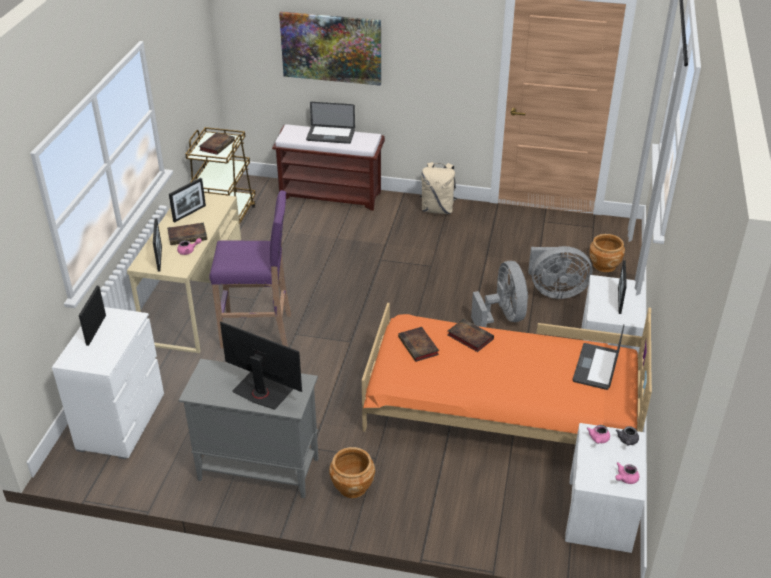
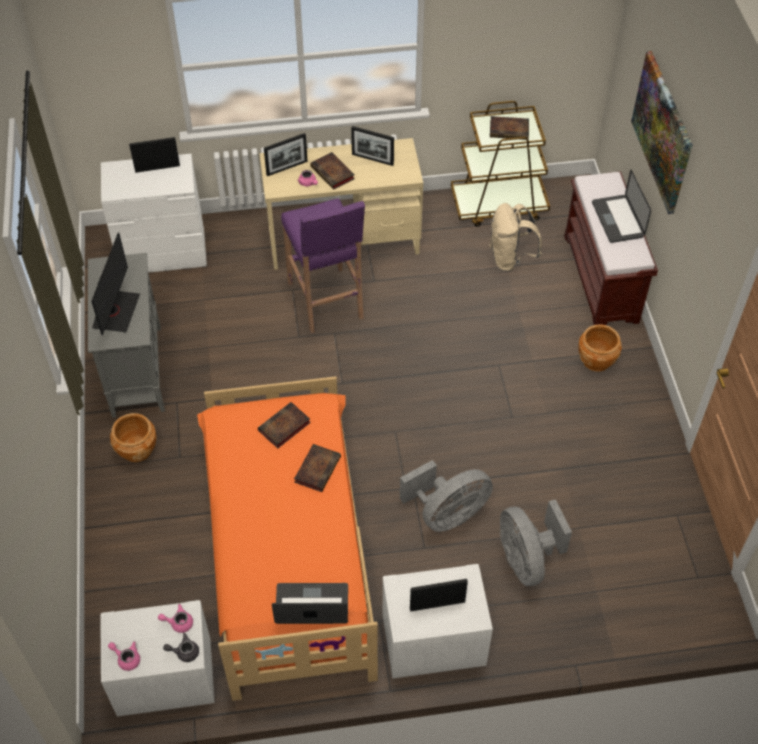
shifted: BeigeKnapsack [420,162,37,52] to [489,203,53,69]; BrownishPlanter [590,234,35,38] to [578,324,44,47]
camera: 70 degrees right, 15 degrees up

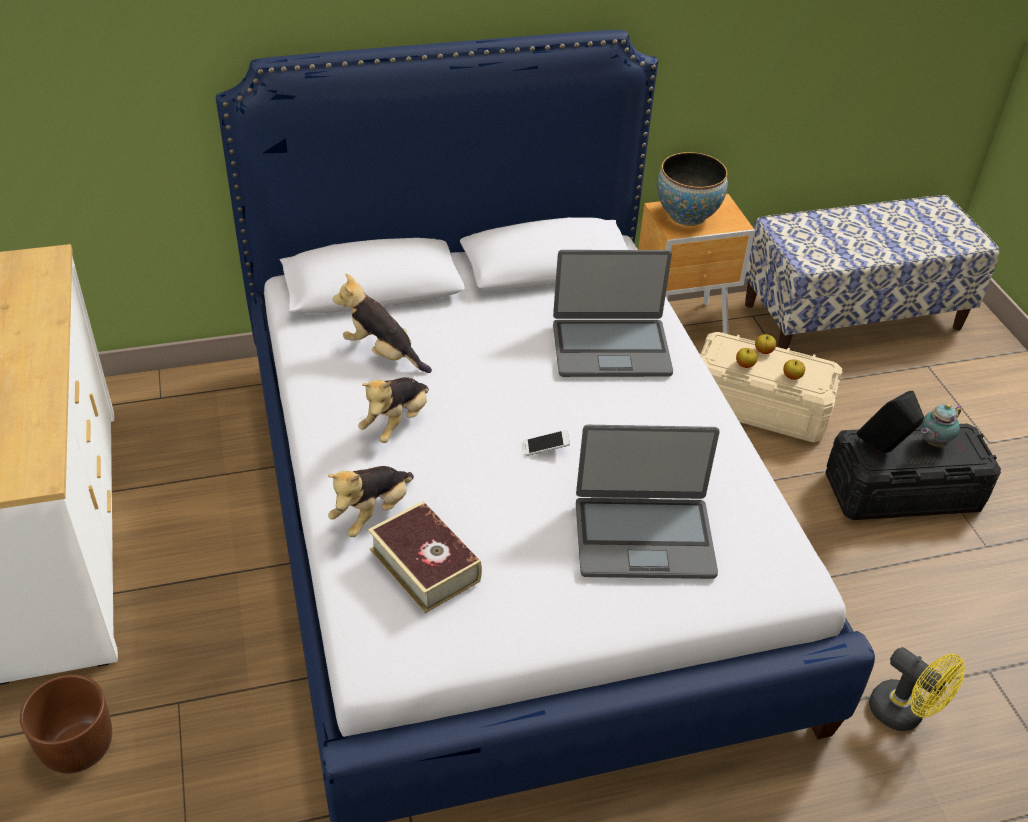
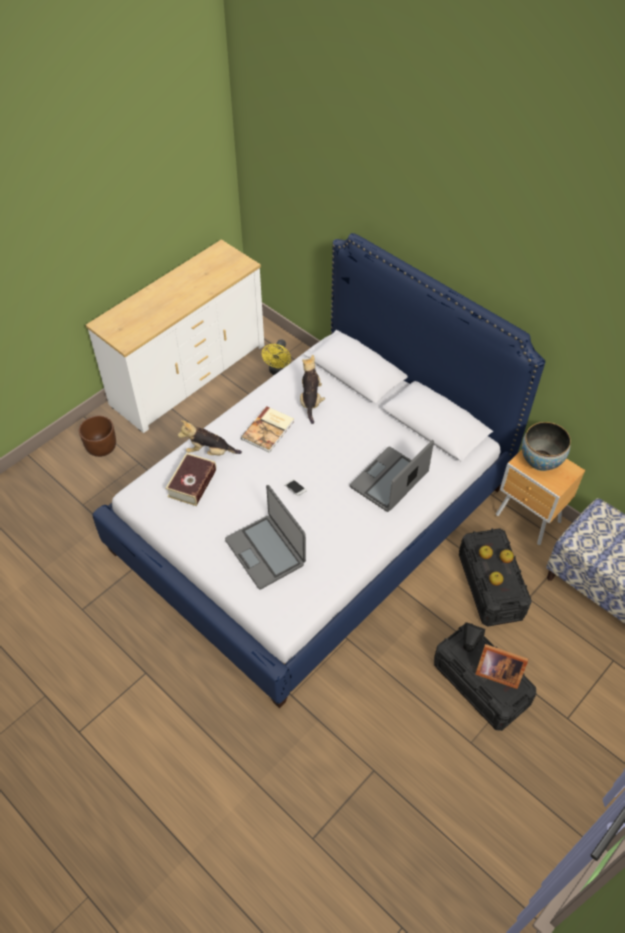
shifted: YellowishFan [869,647,96,84] to [262,339,29,36]
swapped: CuddlyToy [358,377,71,66] to Book [241,406,53,47]; PotForTea [921,404,41,43] to PictureFrame [475,644,53,45]
repainted: BeigeStorageBin [700,332,142,110] to BlackColouredStorageBin [459,528,73,99]
rotated: Laptop [553,250,120,127] = [350,440,84,72] 75 degrees clockwise
camera: 60 degrees right, 10 degrees up

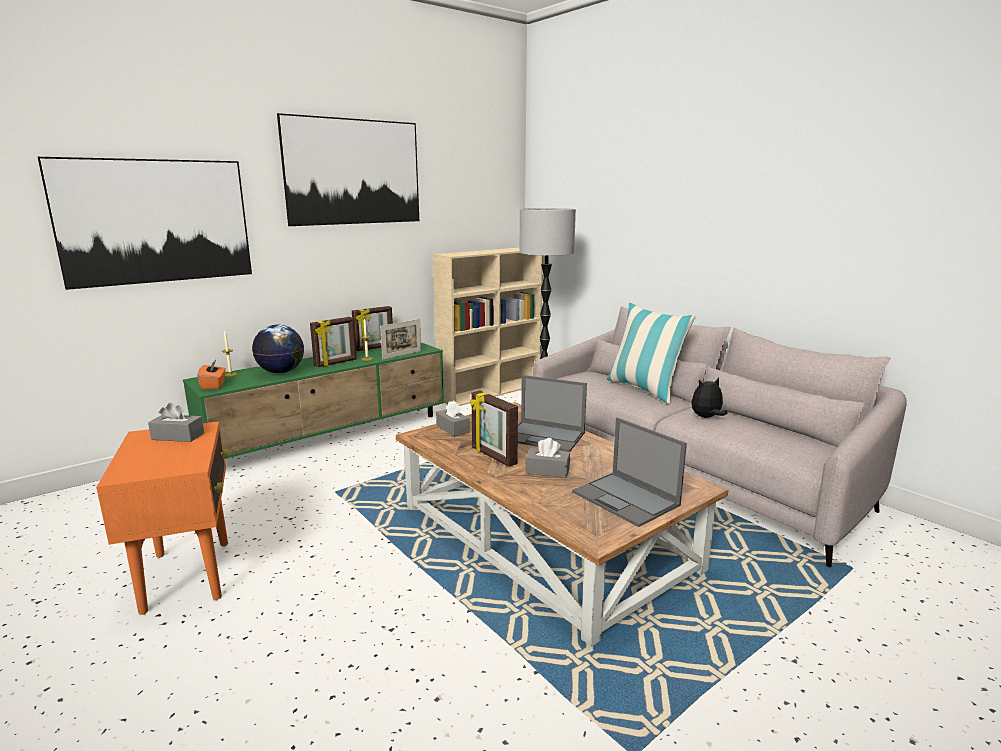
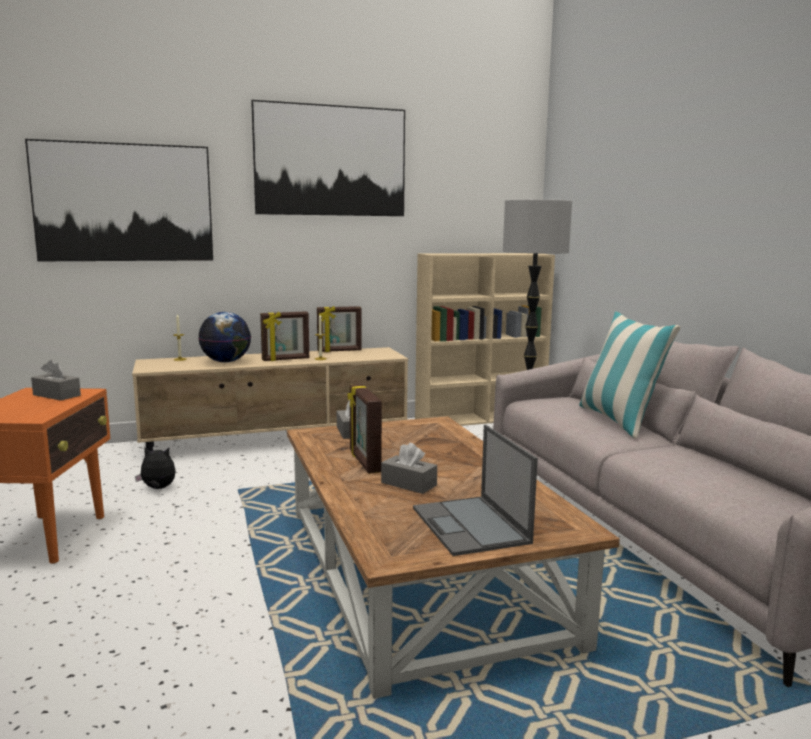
gone: OrangeColouredTissueHolder [197,360,29,30]; PictureFrame [380,319,41,41]; Laptop [518,375,69,77]
shifted: CuddlyToy [691,378,36,40] to [135,447,41,42]
repainted: GreenColouredTvUnit [183,343,261,116] to BeigeTvUnit [132,347,276,105]
camera: 20 degrees right, 5 degrees down

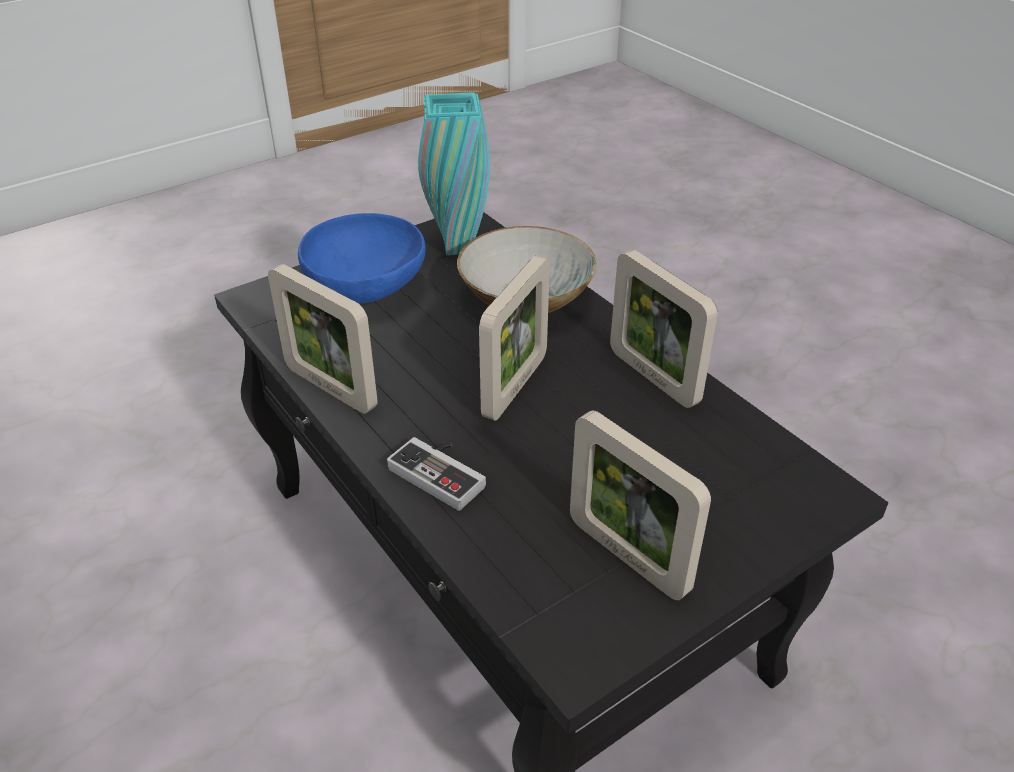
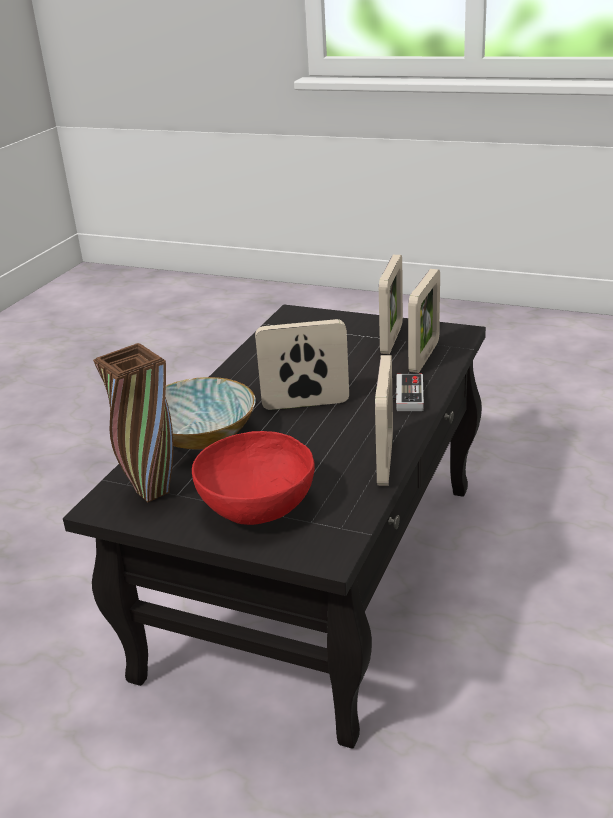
shifted: PictureFrame [610,250,107,158] to [408,269,32,104]
repainted: BlueGreenDecorativeVase [418,92,72,163] to BrownishDecorativeVase [93,343,80,159]; BluishBowl [298,213,128,91] to ReddishBowl [192,431,123,94]
camera: 120 degrees left, 10 degrees down

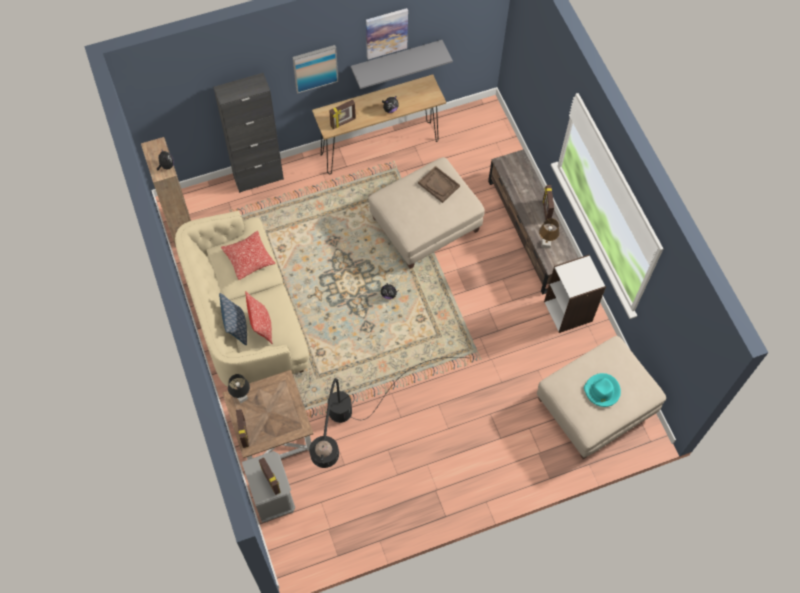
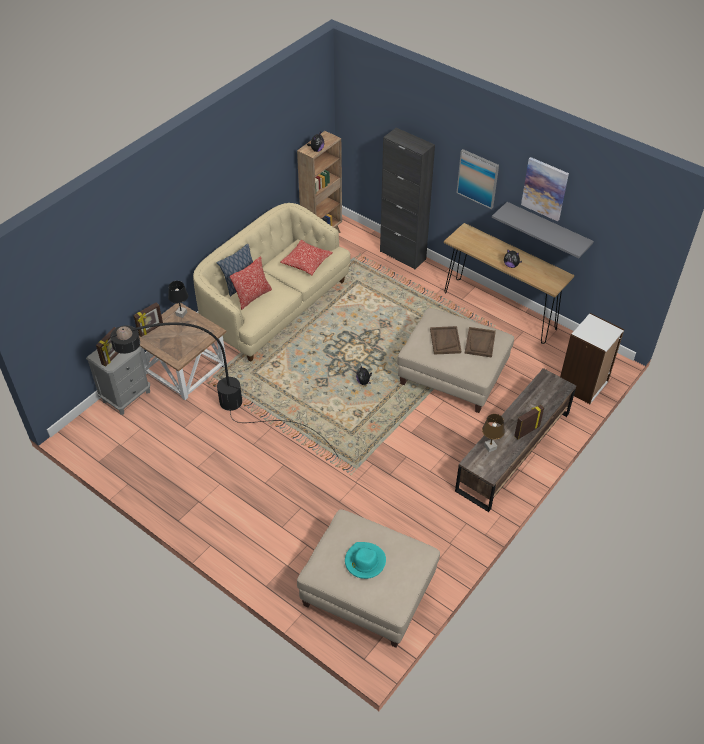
gone: PictureFrame [329,100,27,29]
new: BrownishTray [430,326,31,29]
shifted: WhitishBookshelf [544,255,62,78] to [560,313,64,91]
camera: 60 degrees right, 15 degrees down

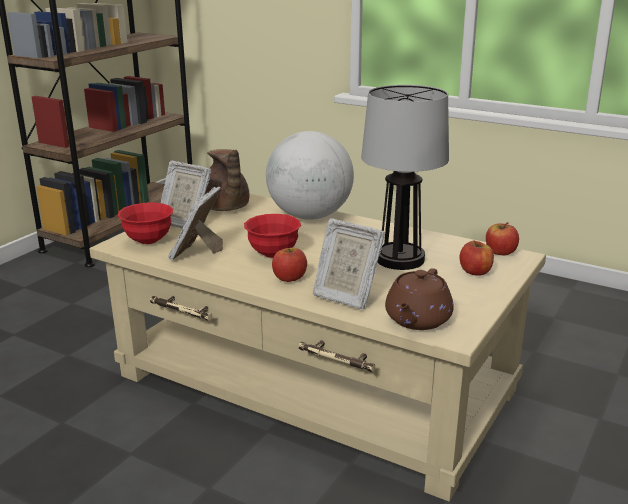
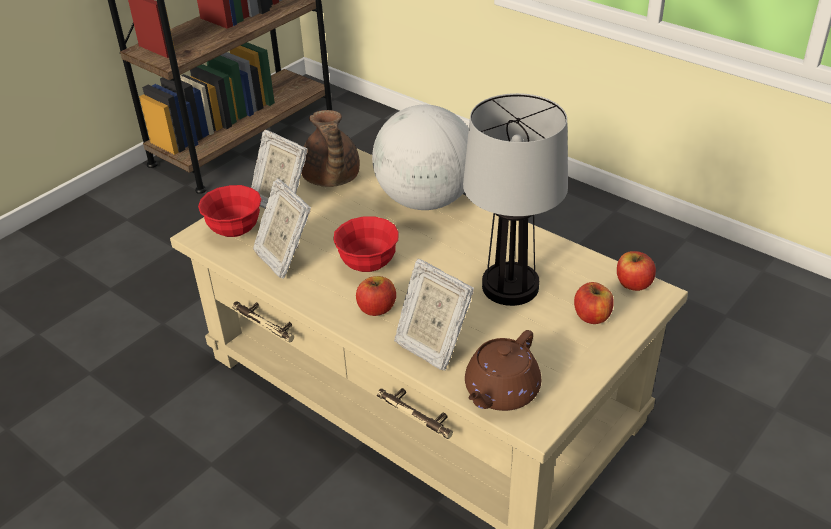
rotated: PictureFrame [168,187,55,74] = [253,178,58,101] 60 degrees counterclockwise
camera: 10 degrees right, 15 degrees up

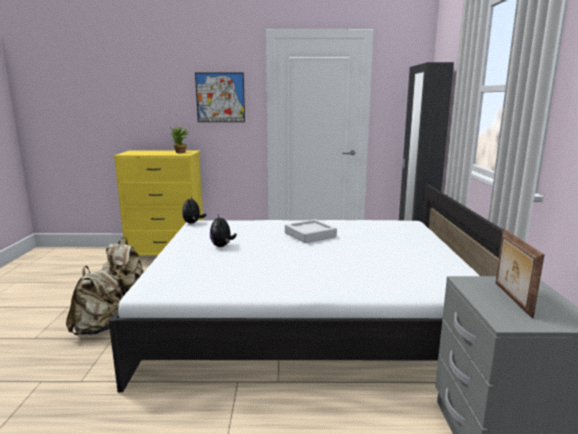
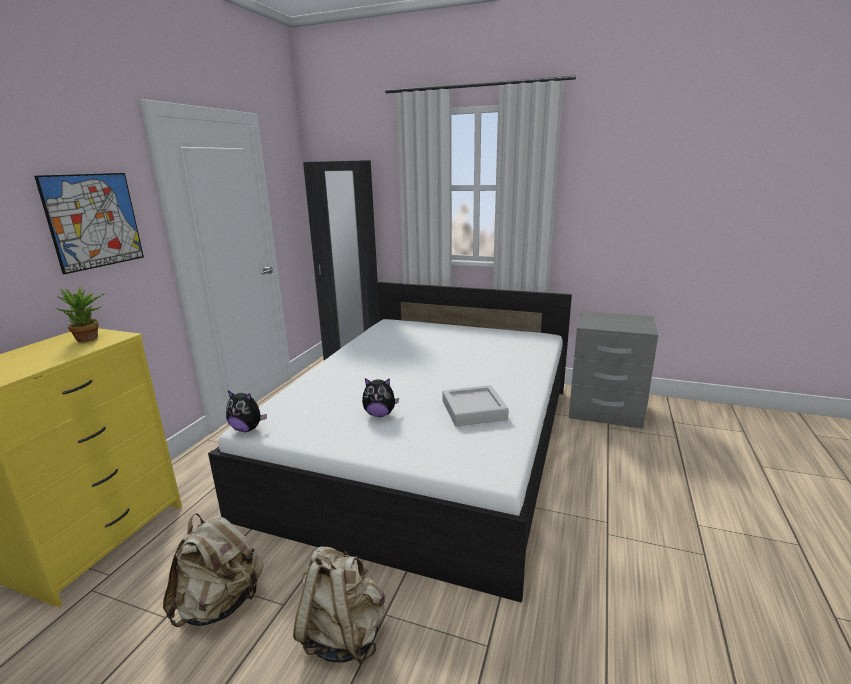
gone: PictureFrame [495,229,50,89]
shifted: GreyTray [285,219,52,24] to [442,385,67,41]
camera: 70 degrees left, 5 degrees up

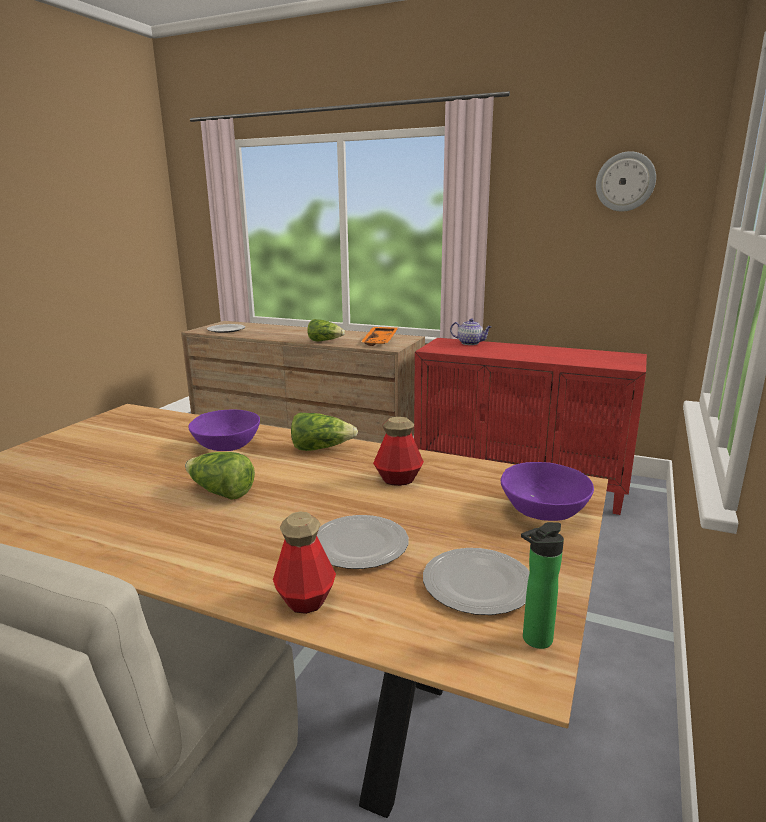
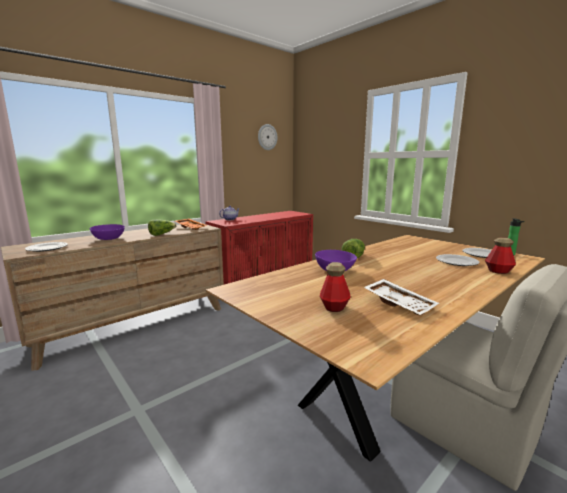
gone: LettuceHead [185,452,70,48]
new: WhitishTray [363,279,76,37]
shifted: PurpleColouredBowl [501,462,93,59] to [90,224,35,16]; Bottle [373,417,51,69] to [320,262,31,50]
camera: 65 degrees left, 5 degrees down

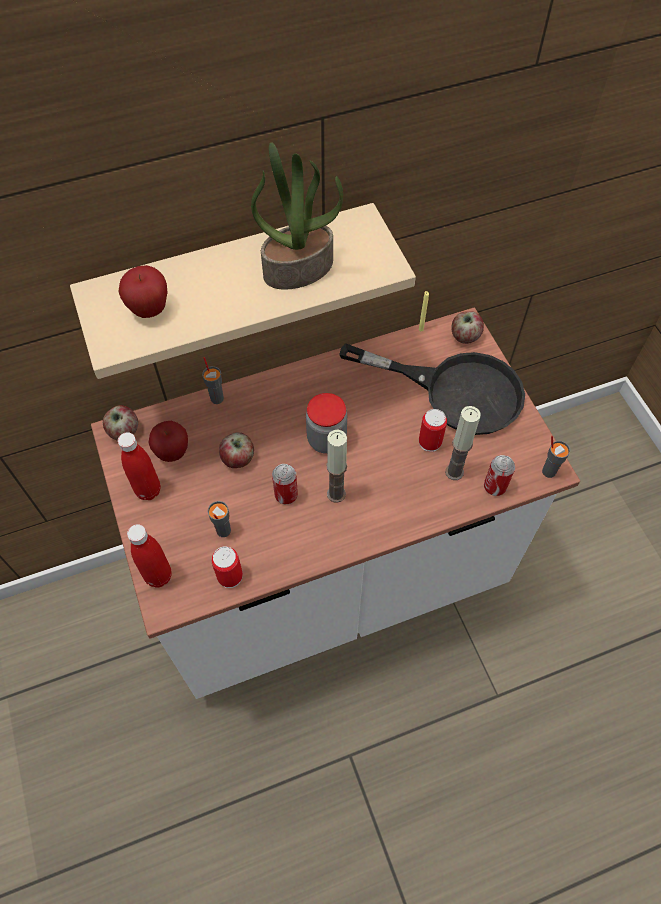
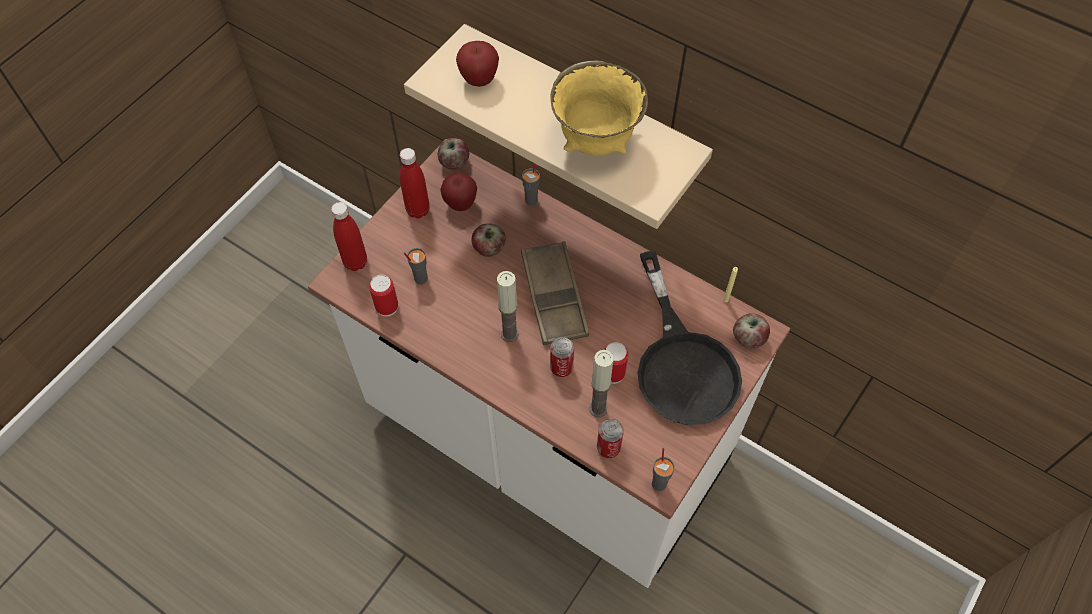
shifted: SealedCan [272,464,26,40] to [550,337,24,40]
swapped: Jar [306,393,41,61] to BrownishTray [521,241,68,104]; Houseplant [251,142,92,148] to YellowishBowl [550,60,98,96]
camera: 55 degrees right, 0 degrees up

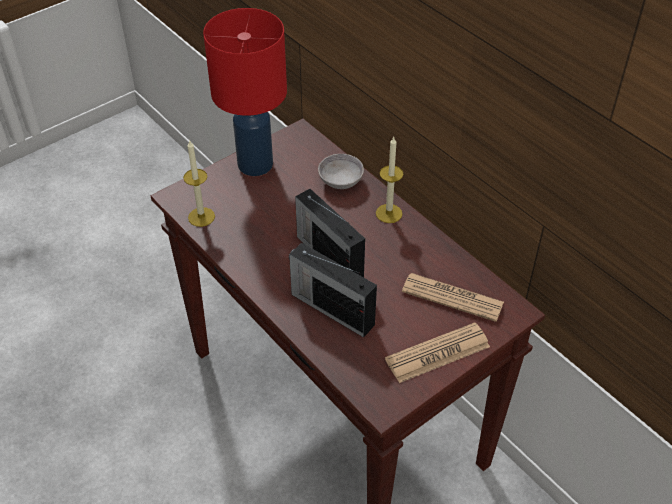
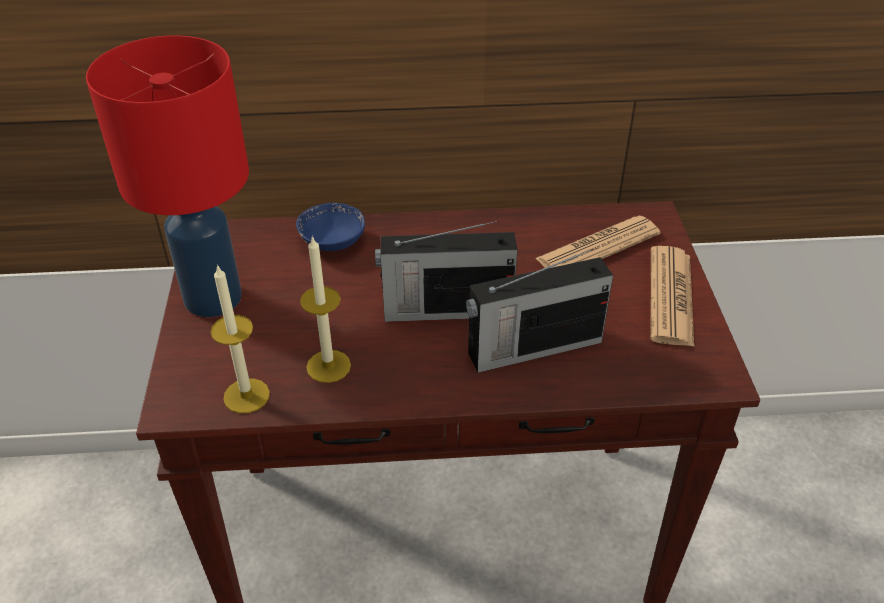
shifted: WaxLight [376,137,27,86] to [300,235,51,148]
repainted: GreyBowl [318,154,46,35] to BluishBowl [296,203,69,48]
camera: 55 degrees left, 5 degrees down

